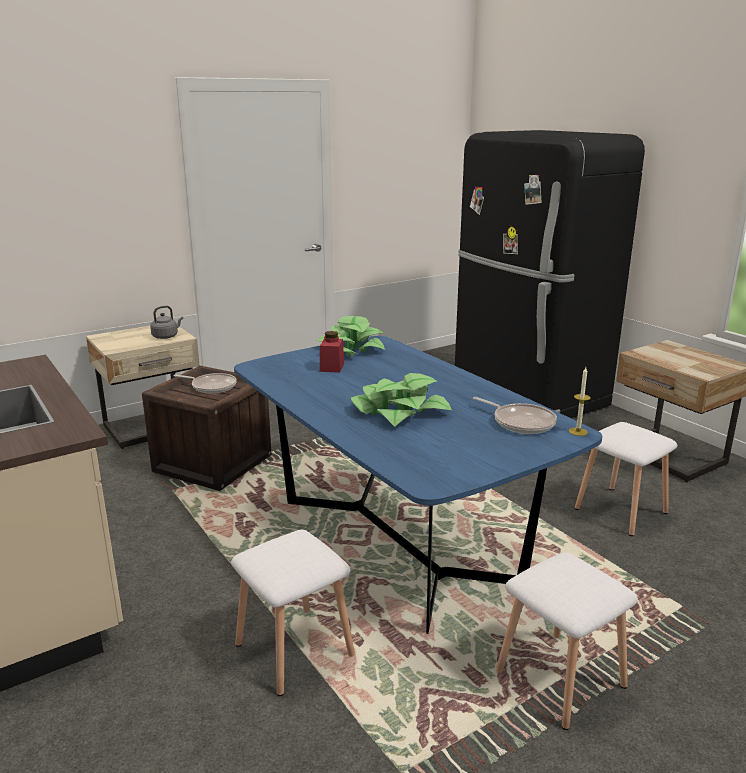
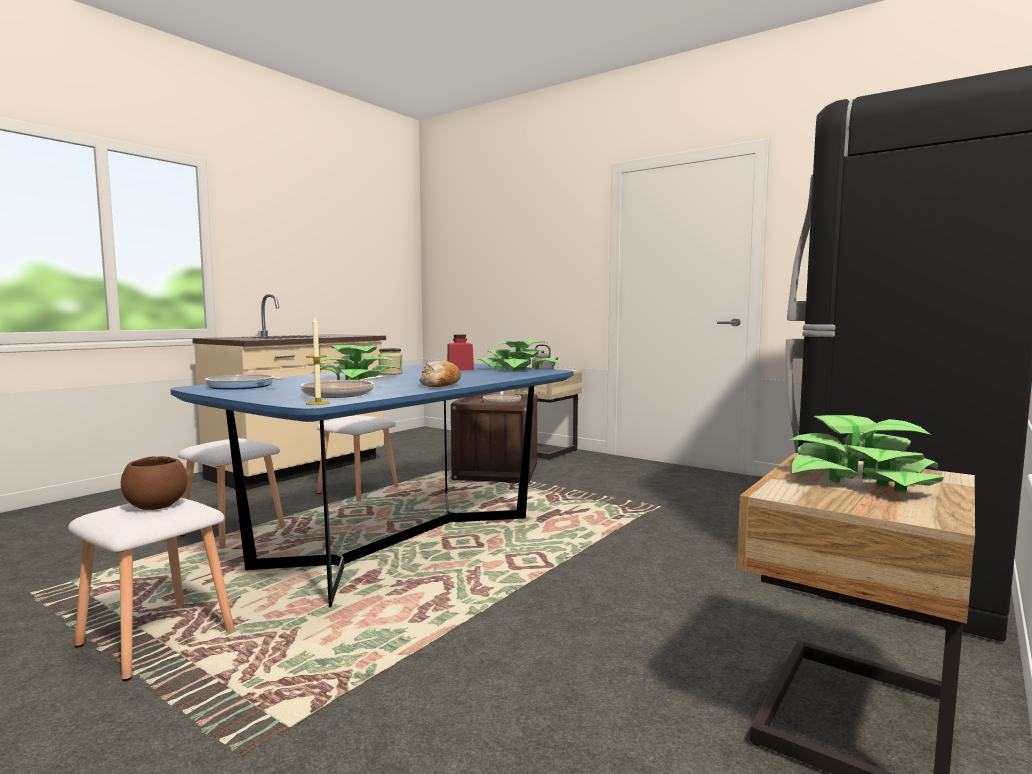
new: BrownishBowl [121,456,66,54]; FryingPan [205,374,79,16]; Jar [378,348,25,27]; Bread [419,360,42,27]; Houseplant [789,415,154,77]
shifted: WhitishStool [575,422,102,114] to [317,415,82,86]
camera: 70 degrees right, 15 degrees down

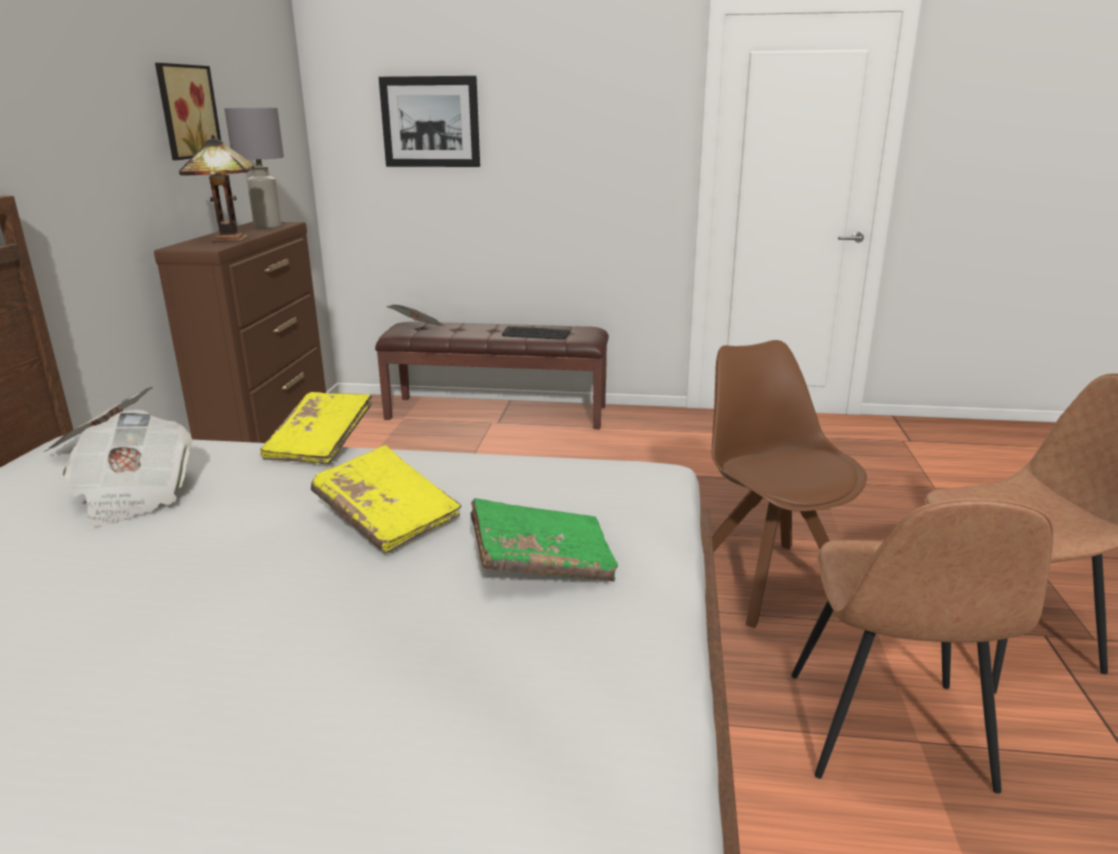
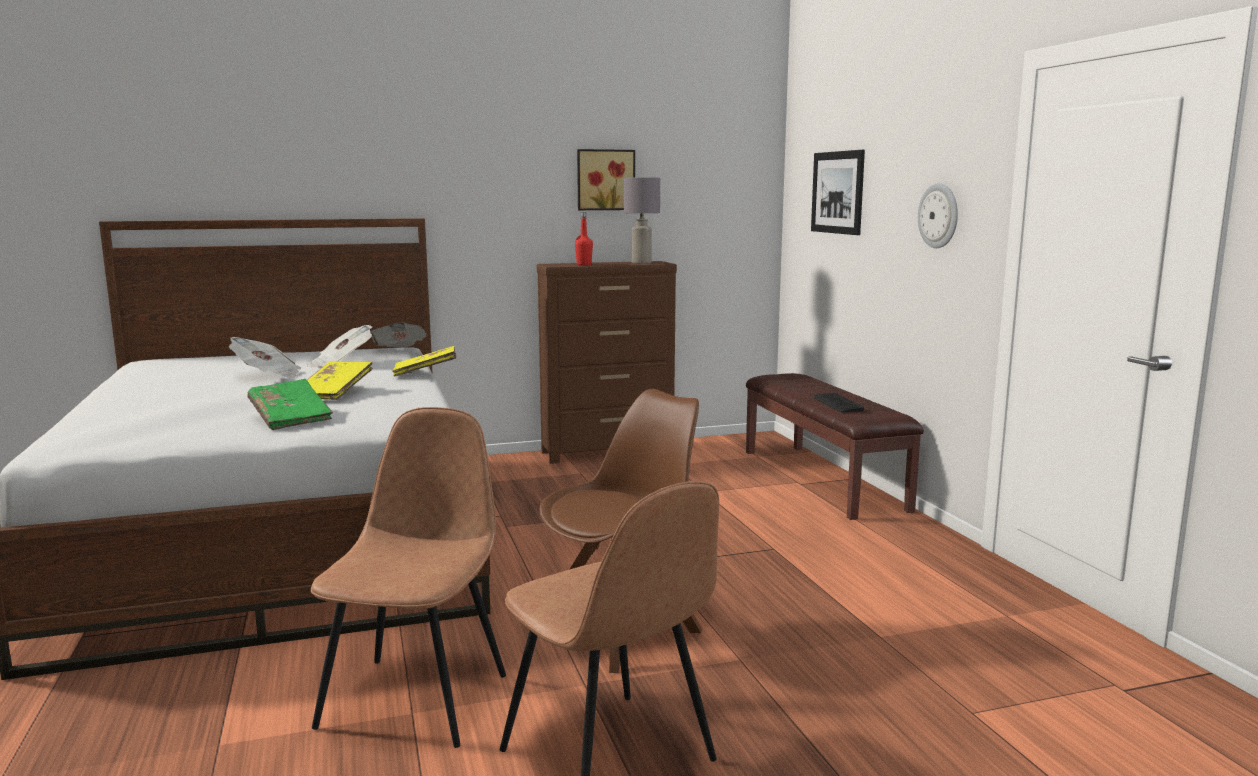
new: ClockOnTheWall [918,183,40,65]
shifted: DailyPaper [387,305,59,21] to [229,337,72,42]
swapped: LampForATable [179,135,76,108] to ReddishBottle [575,212,18,54]
rotated: BrownishChair [791,498,263,295] = [311,407,195,341] 120 degrees clockwise
camera: 65 degrees right, 10 degrees down

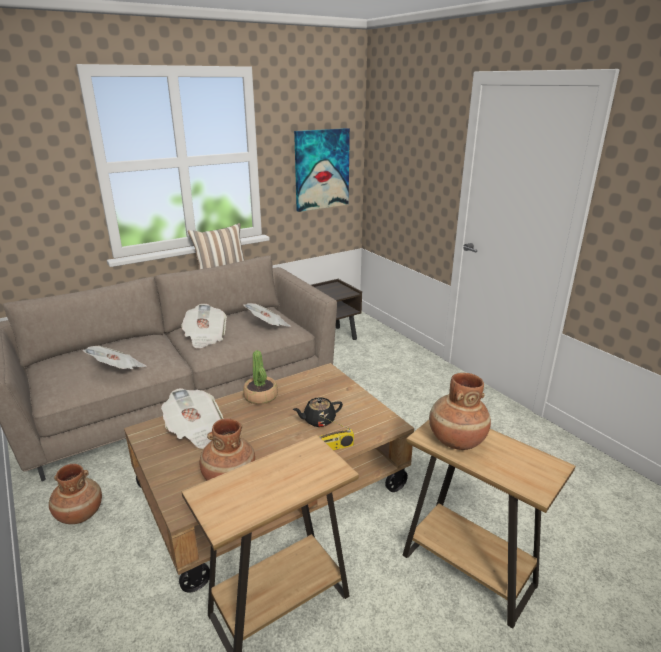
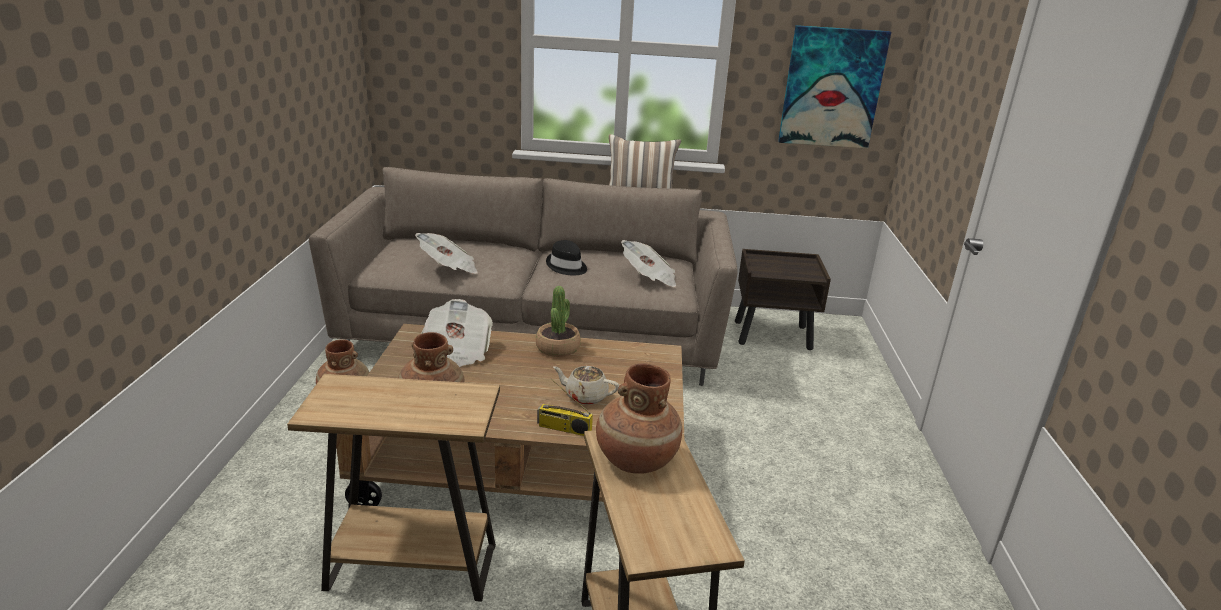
swapped: DailyPaper [181,304,46,44] to BlackColouredHat [546,240,41,35]
repainted: BlackColouredPotForTea [293,397,50,30] to BeigePotForTea [553,366,66,39]
camera: 35 degrees right, 0 degrees up

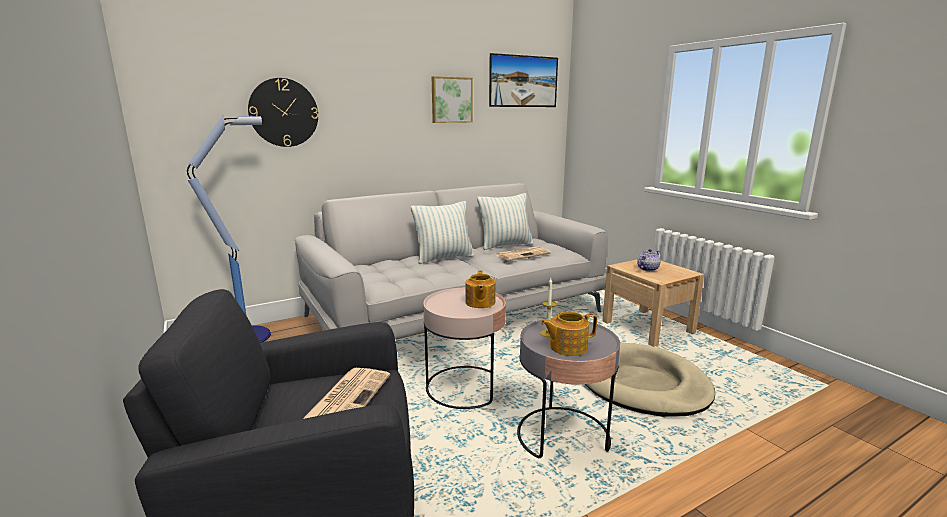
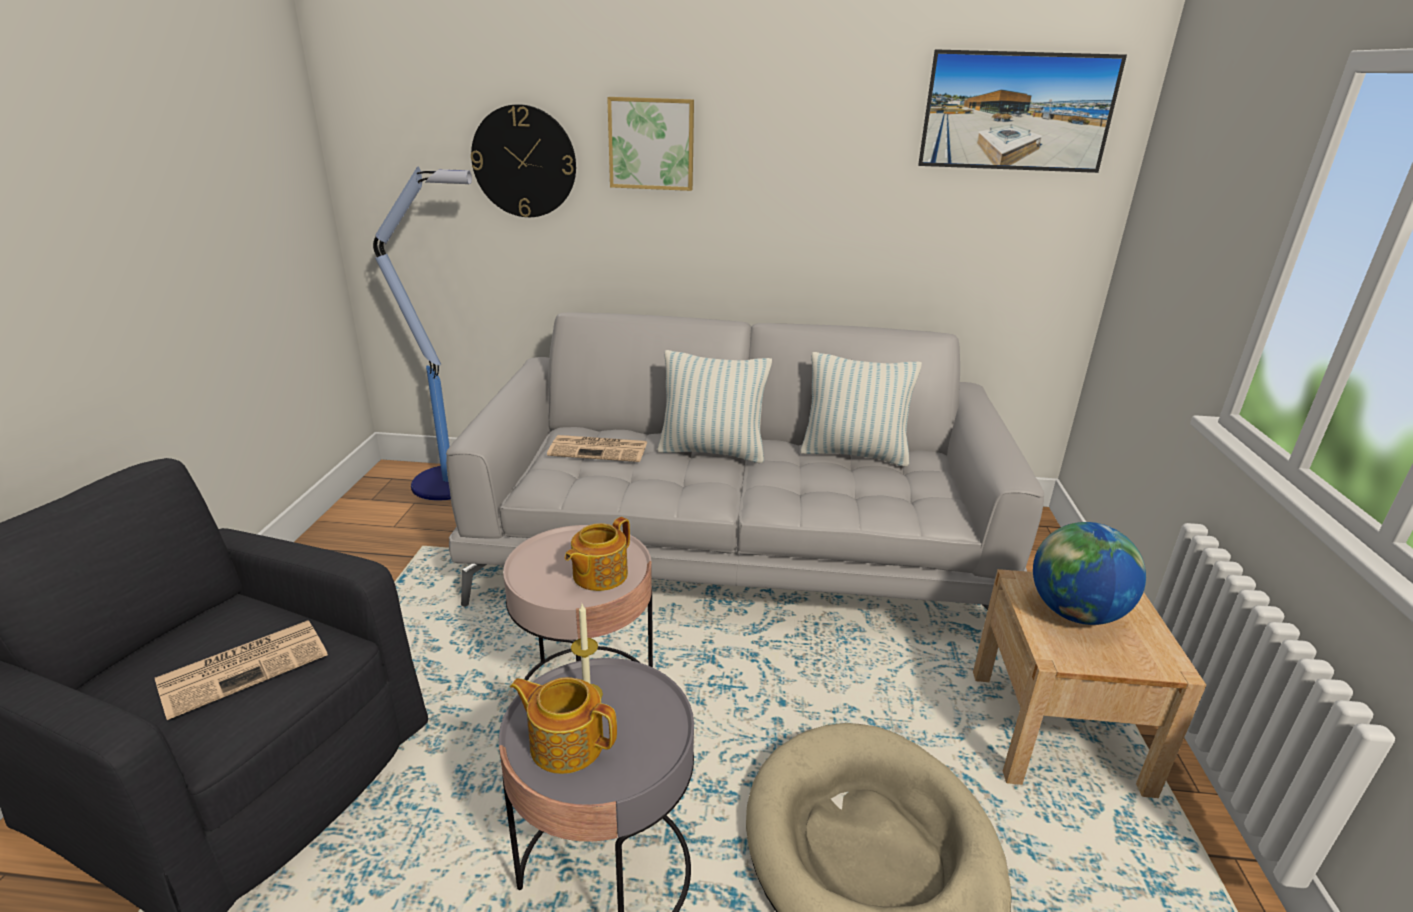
shifted: DailyPaper [496,246,55,15] to [547,435,100,27]; Picture [432,76,41,47] to [607,97,87,94]
swapped: PotForTea [637,249,24,22] to DeskGlobe [1033,522,113,103]
camera: 35 degrees right, 10 degrees up

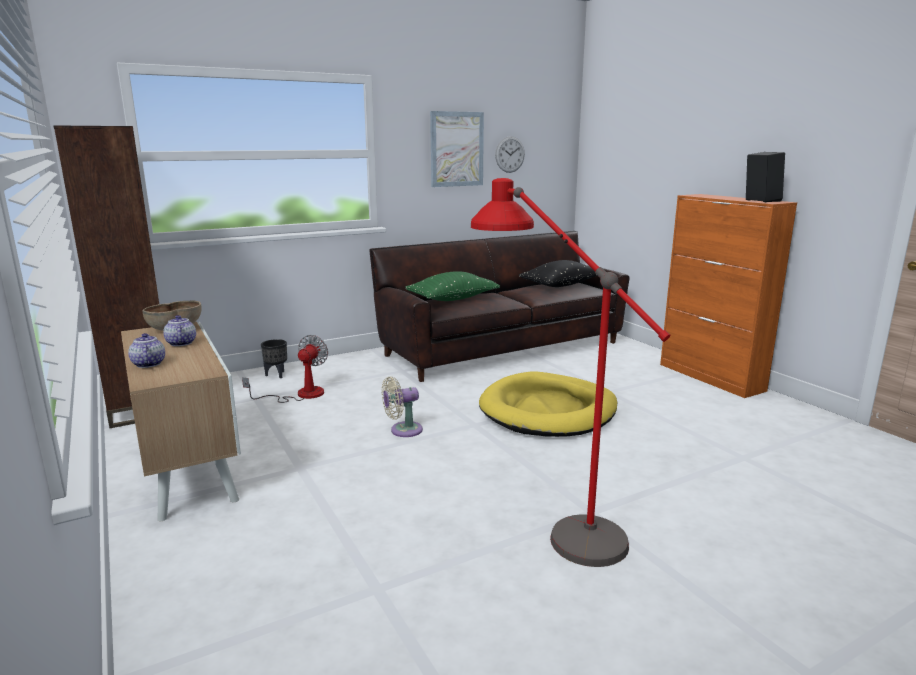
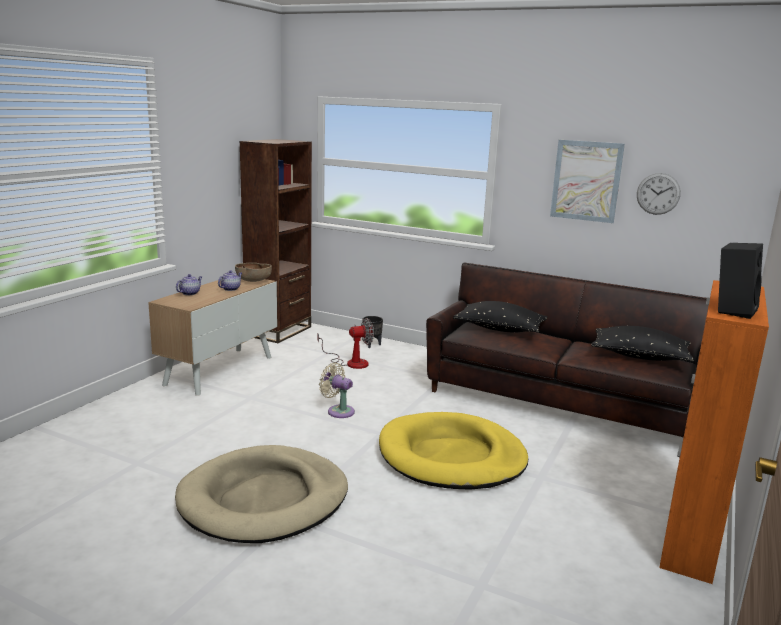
swapped: ReddishStandingLamp [471,178,199,389] to BeigeDogCushion [175,445,173,98]
repainted: GreenColouredCushion [405,271,95,30] to BlackColouredCushion [453,301,94,32]
camera: 55 degrees right, 0 degrees up

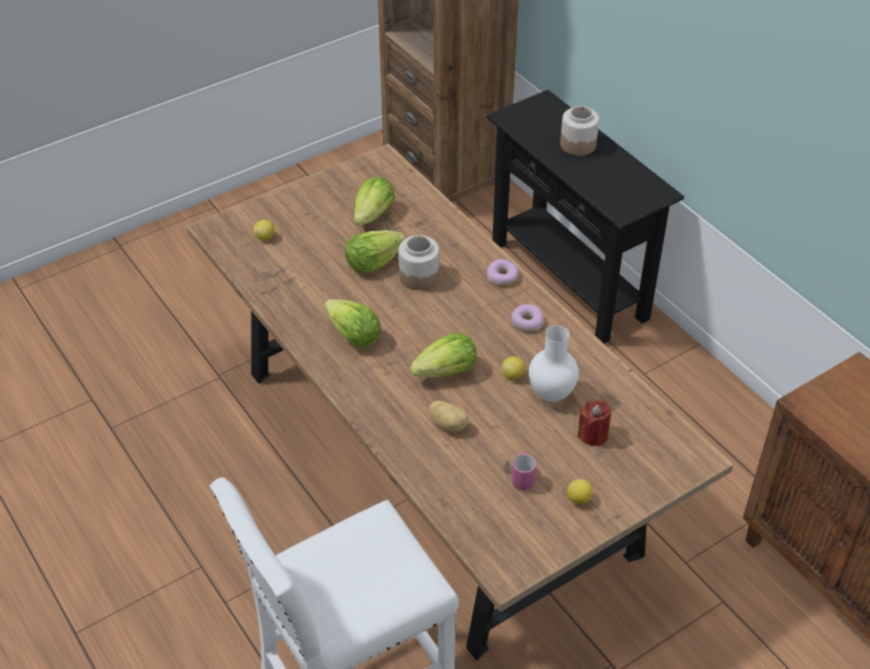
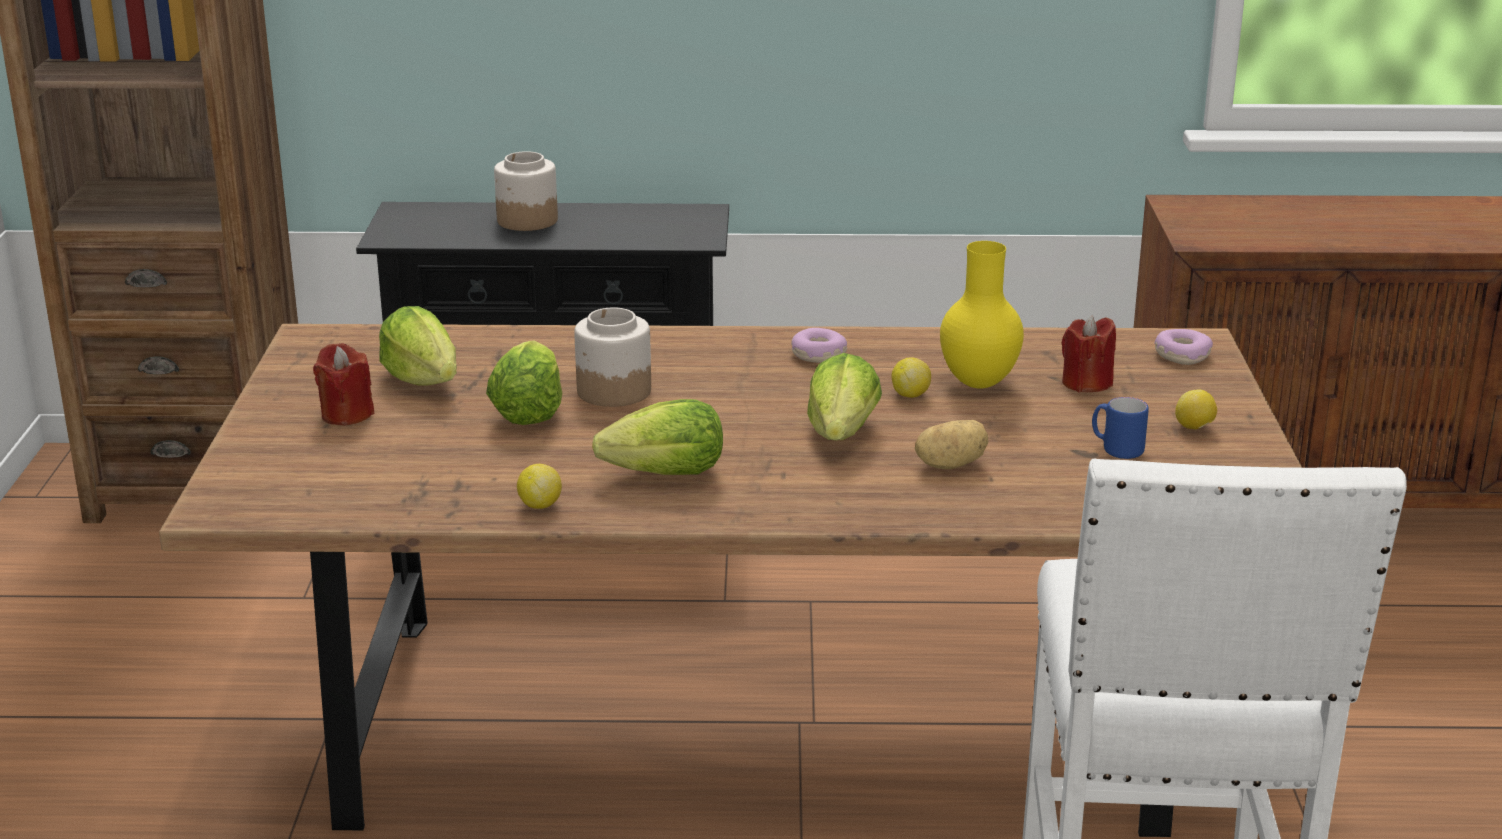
new: ReddishWaxLight [313,343,61,82]
shifted: WholeLemon [253,220,22,21] to [517,464,45,45]; Doughnut [487,259,31,26] to [1155,329,58,36]
repainted: WhitishDecorativeVase [529,325,50,76] to YellowishDecorativeVase [940,241,84,148]; PinkMug [511,452,26,38] to BluishMug [1092,397,57,62]
camera: 55 degrees left, 20 degrees down

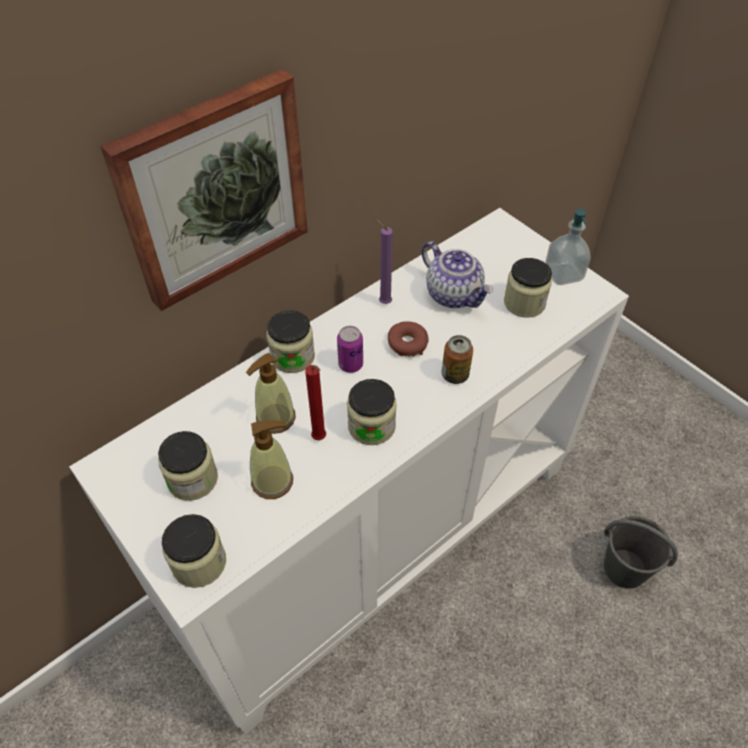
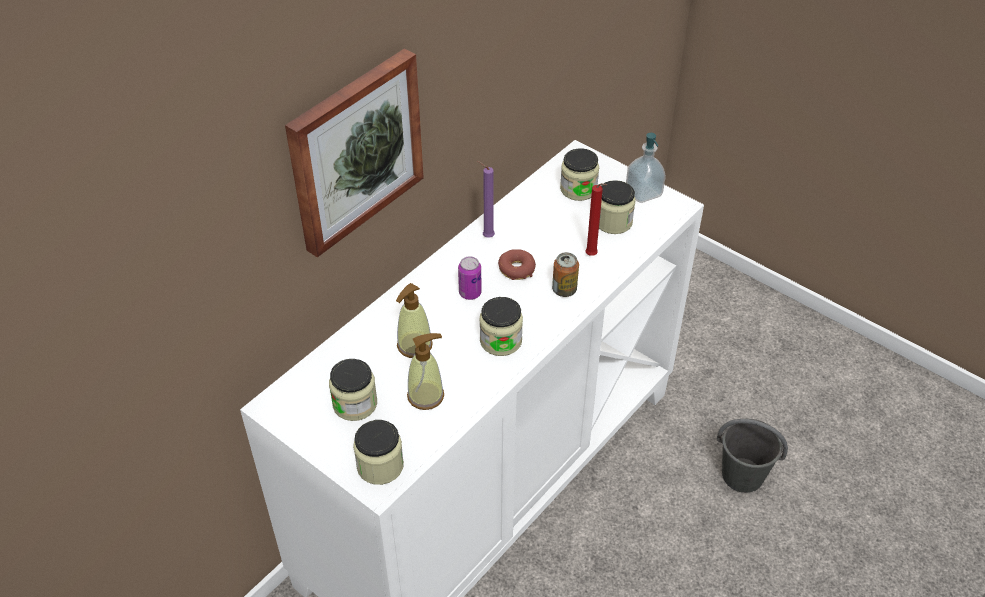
gone: PotForTea [422,241,71,67]
shifted: Jar [266,310,49,63] to [560,148,39,53]; ReddishWaxLight [305,365,21,75] to [585,183,22,73]
camera: 10 degrees left, 5 degrees down

